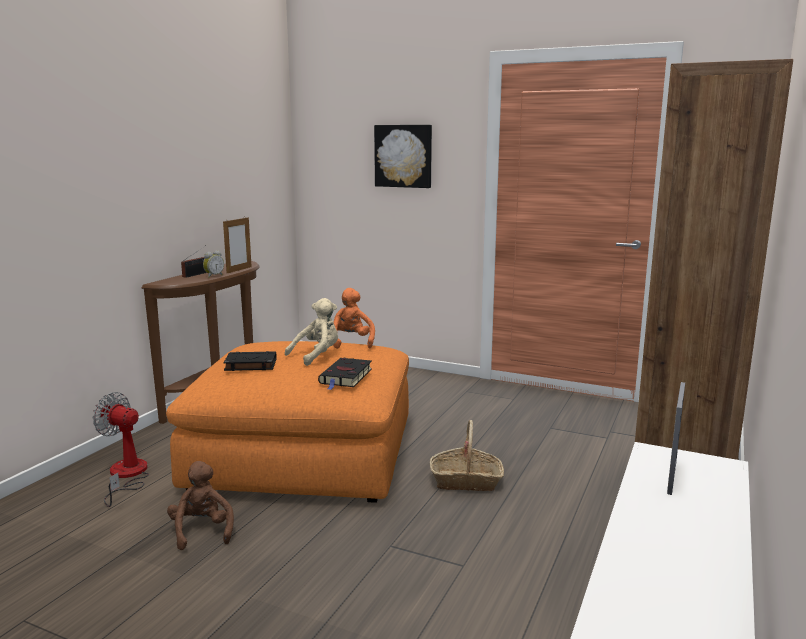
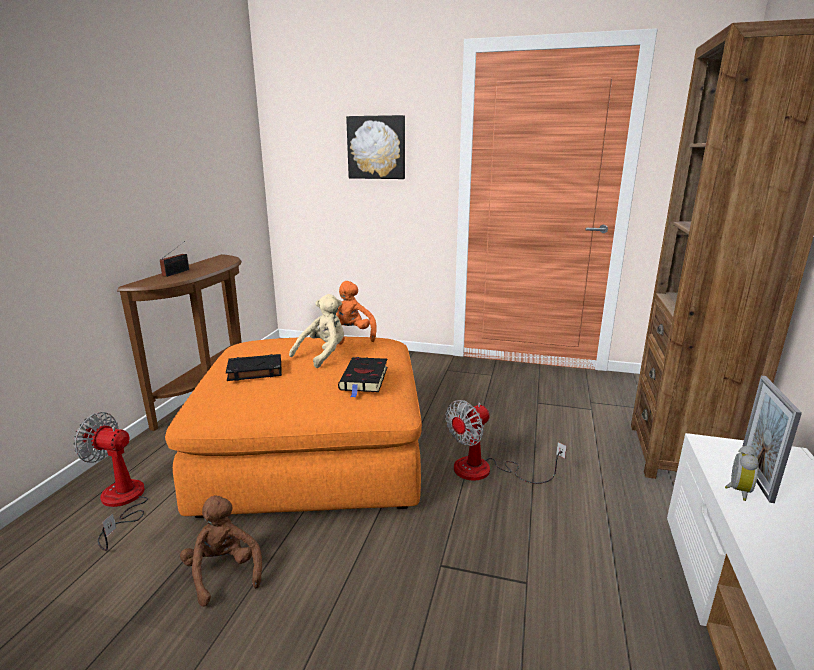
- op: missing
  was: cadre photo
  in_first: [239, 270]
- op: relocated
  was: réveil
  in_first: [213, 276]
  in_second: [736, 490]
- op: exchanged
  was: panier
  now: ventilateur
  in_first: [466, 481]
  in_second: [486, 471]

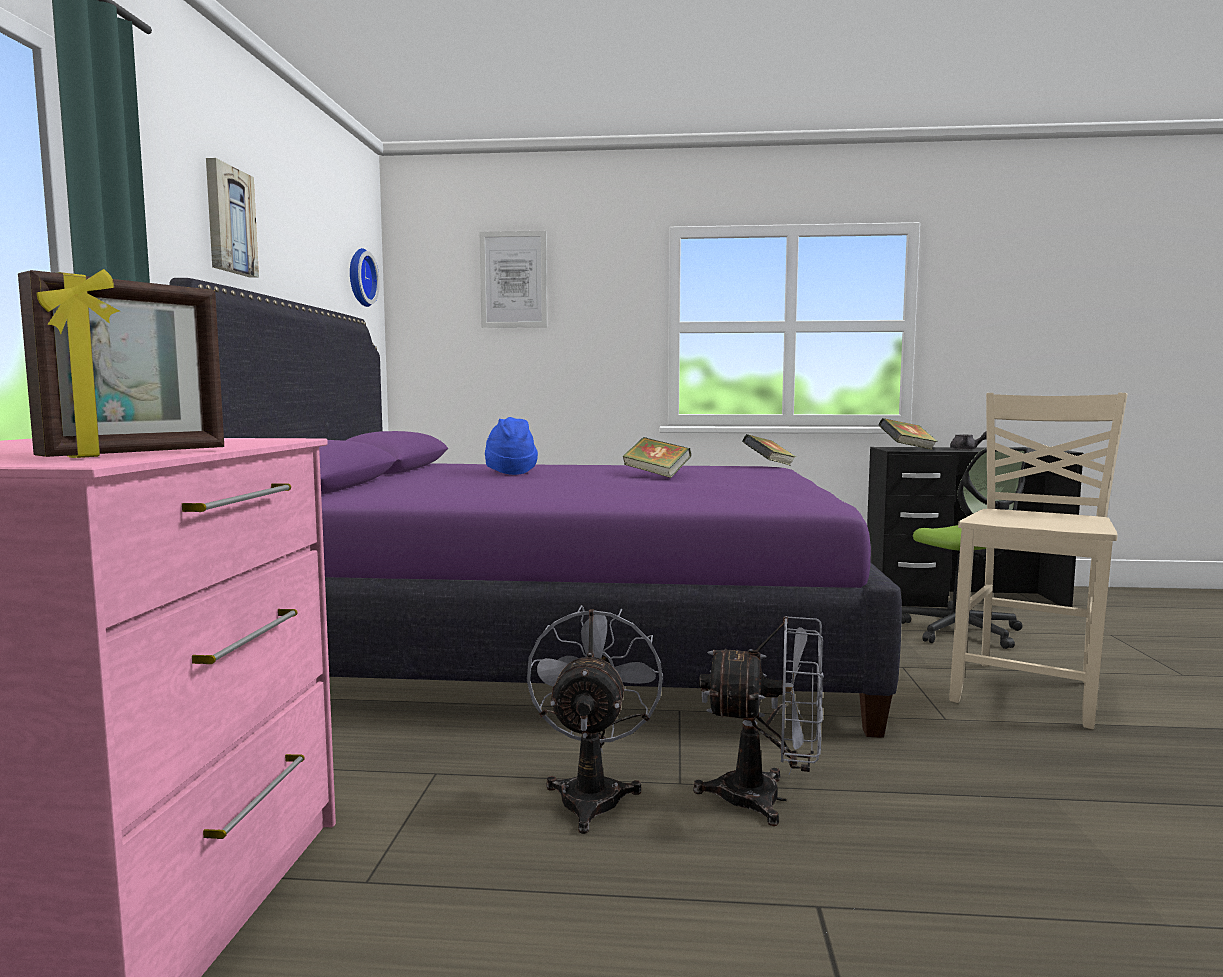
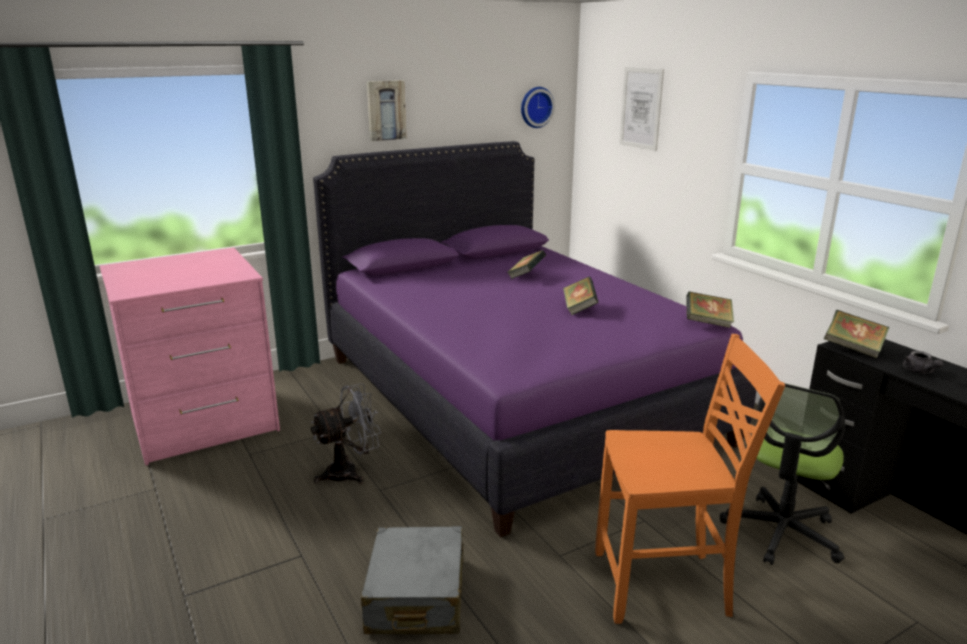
- op: missing
  was: cadre photo
  in_first: [137, 454]
- op: colour
  was: chaise [beige]
  now: chaise [orange]
  in_first: [1029, 691]
  in_second: [664, 586]
- op: exchanged
  was: chapeau [bleu]
  now: livre
  in_first: [510, 472]
  in_second: [526, 276]
- op: missing
  was: ventilateur [gris]
  in_first: [767, 799]
- op: appeared
  now: valise [gris]
  in_second: [416, 596]

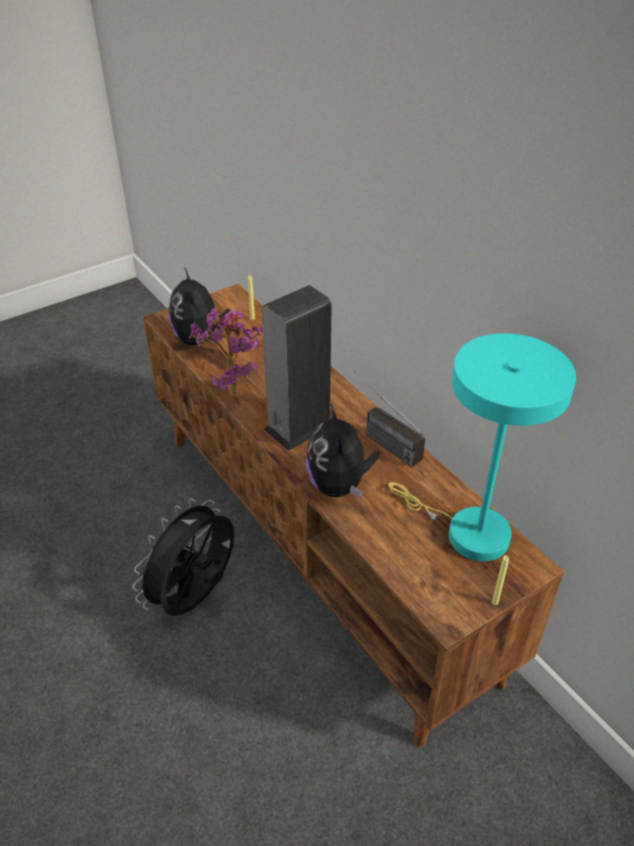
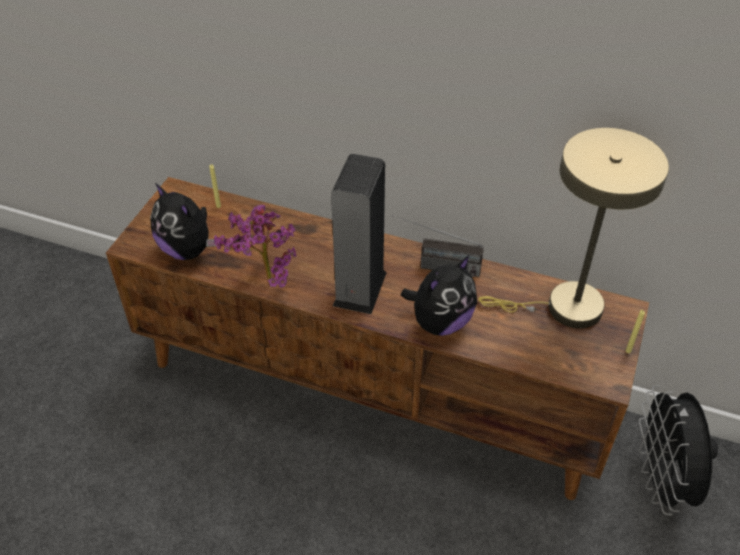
- op: colour
  was: lampe de table [turquoise]
  now: lampe de table [beige]
  in_first: [467, 532]
  in_second: [564, 308]
- op: spun
  was: peluche
  in_first: [339, 485]
  in_second: [440, 322]
  clockwise: -90
- op: relocated
  was: ventilateur [noir]
  in_first: [196, 598]
  in_second: [662, 481]

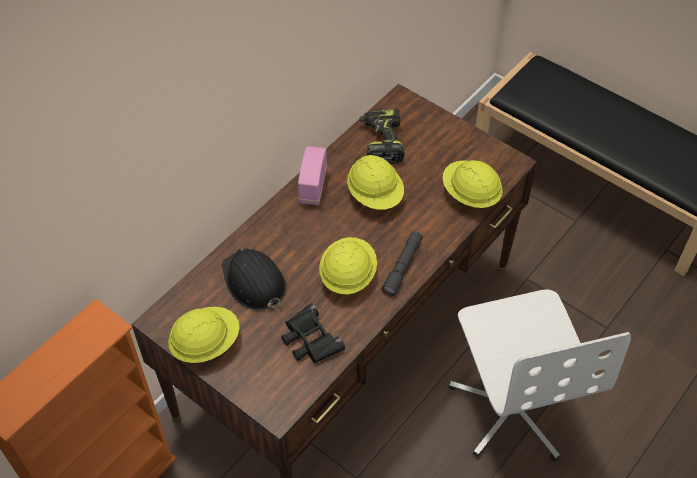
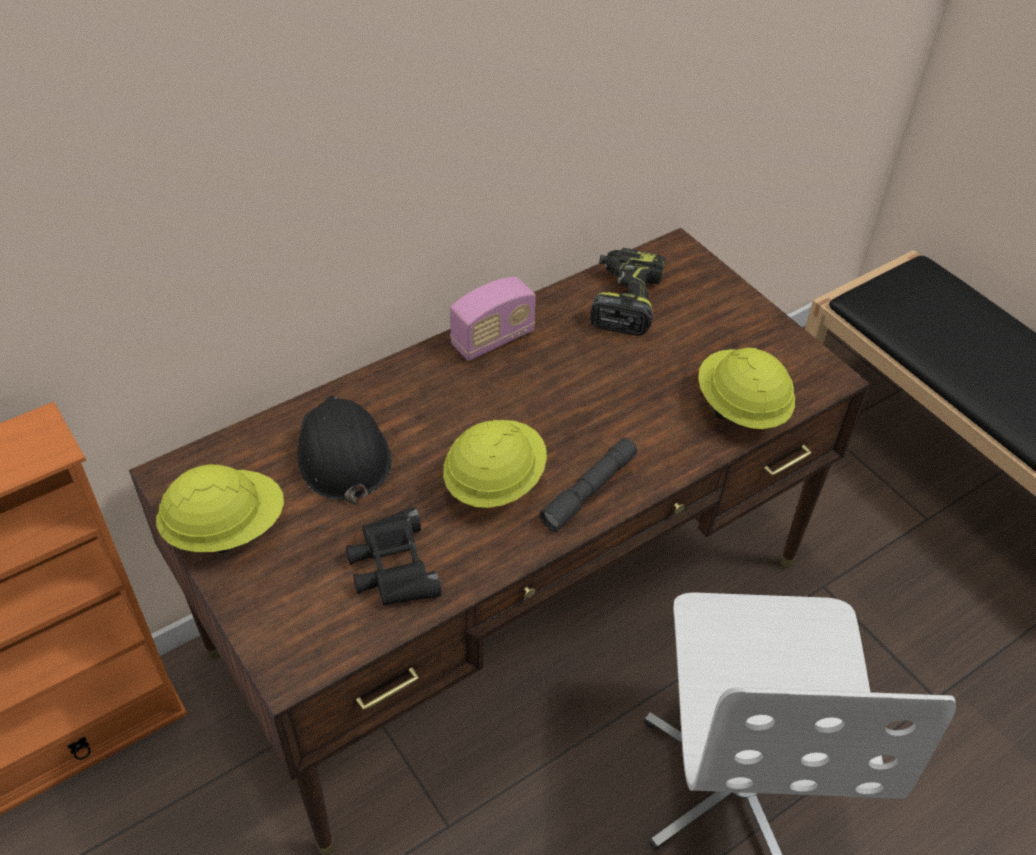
- op: spun
  was: radio
  in_first: [313, 186]
  in_second: [492, 339]
  clockwise: -150
- op: missing
  was: casque de chantier [jaune]
  in_first: [375, 195]

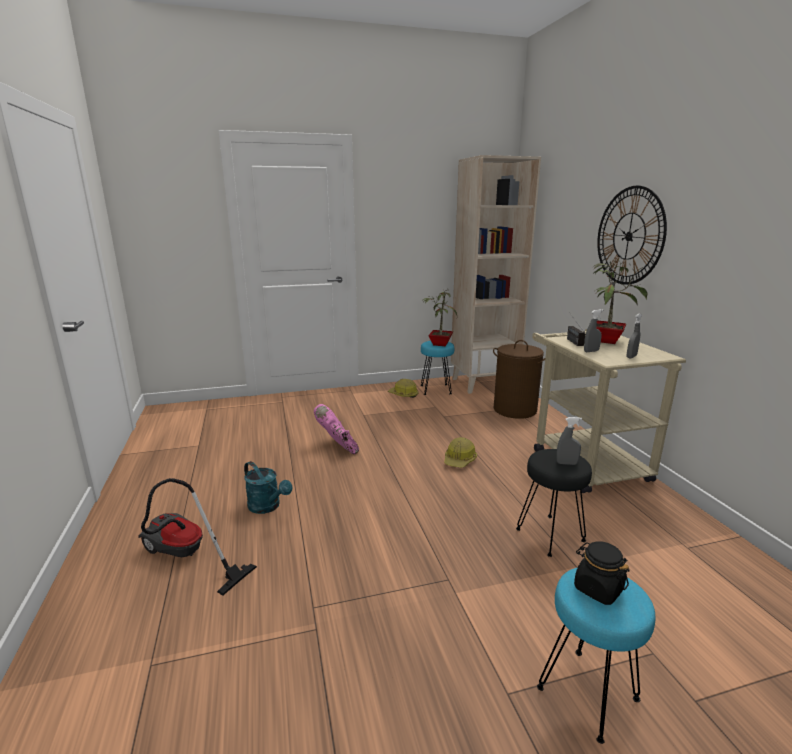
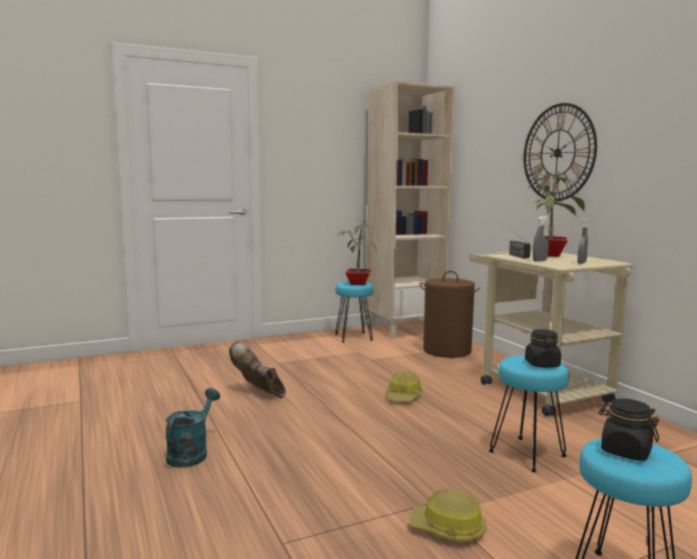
- op: relocated
  was: casque de chantier
  in_first: [403, 394]
  in_second: [448, 529]
- op: colour
  was: botte [rose]
  now: botte [marron]
  in_first: [338, 446]
  in_second: [258, 392]
- op: exchanged
  was: vaporisateur [gris]
  now: bocal [noir]
  in_first: [567, 463]
  in_second: [541, 364]
- op: colour
  was: tabouret [noir]
  now: tabouret [turquoise]
  in_first: [550, 536]
  in_second: [527, 454]
- op: spun
  was: arrosoir [turquoise]
  in_first: [268, 507]
  in_second: [191, 453]
  clockwise: -105
- op: missing
  was: aspirateur
  in_first: [184, 557]

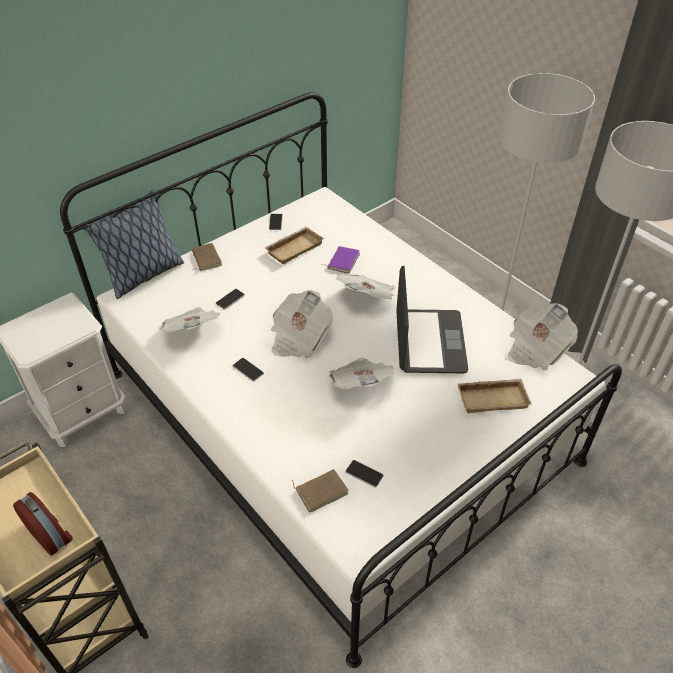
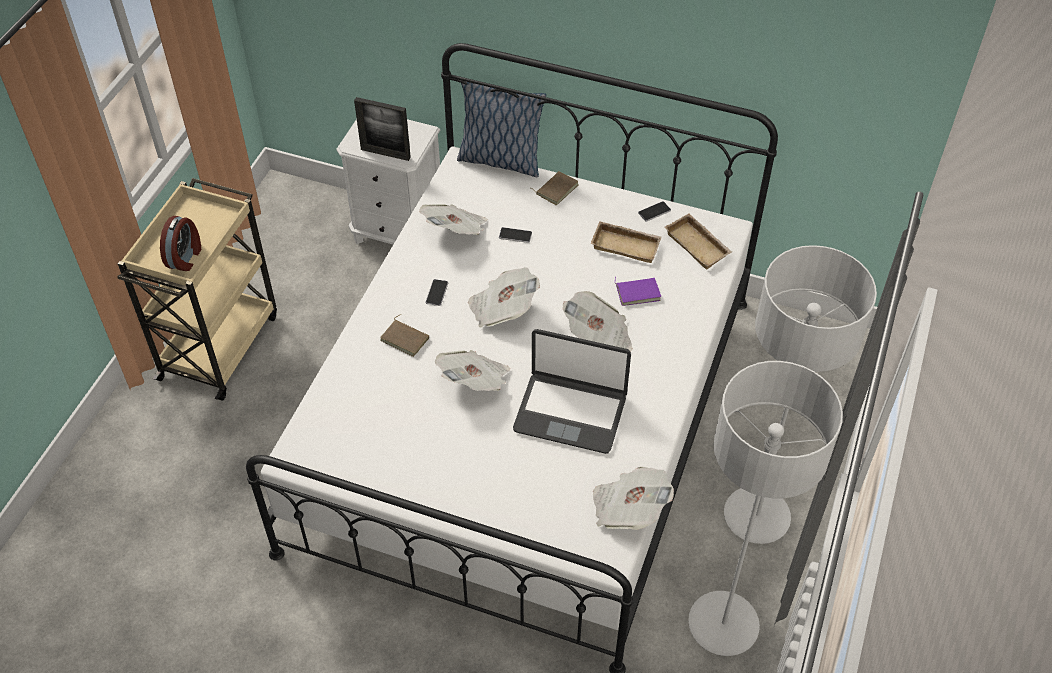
- op: spun
  was: ordinateur portable
  in_first: [429, 342]
  in_second: [570, 412]
  clockwise: 45
- op: relocated
  was: plateau [beige]
  in_first: [493, 398]
  in_second: [699, 245]
- op: missing
  was: téléphone
  in_first: [364, 474]
- op: relocated
  was: livre [marron]
  in_first: [321, 490]
  in_second: [406, 338]
- op: appeared
  now: cadre photo
  in_second: [385, 153]

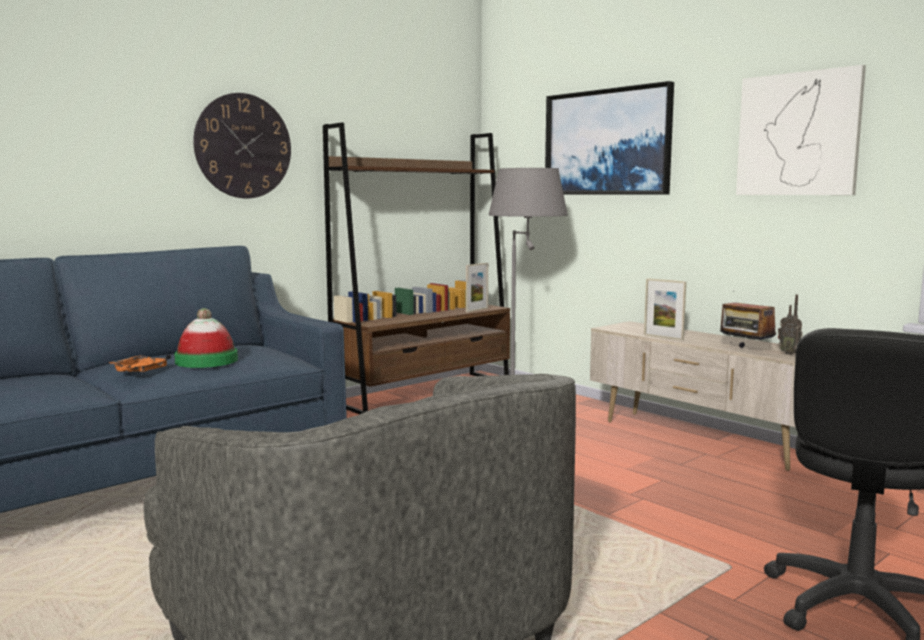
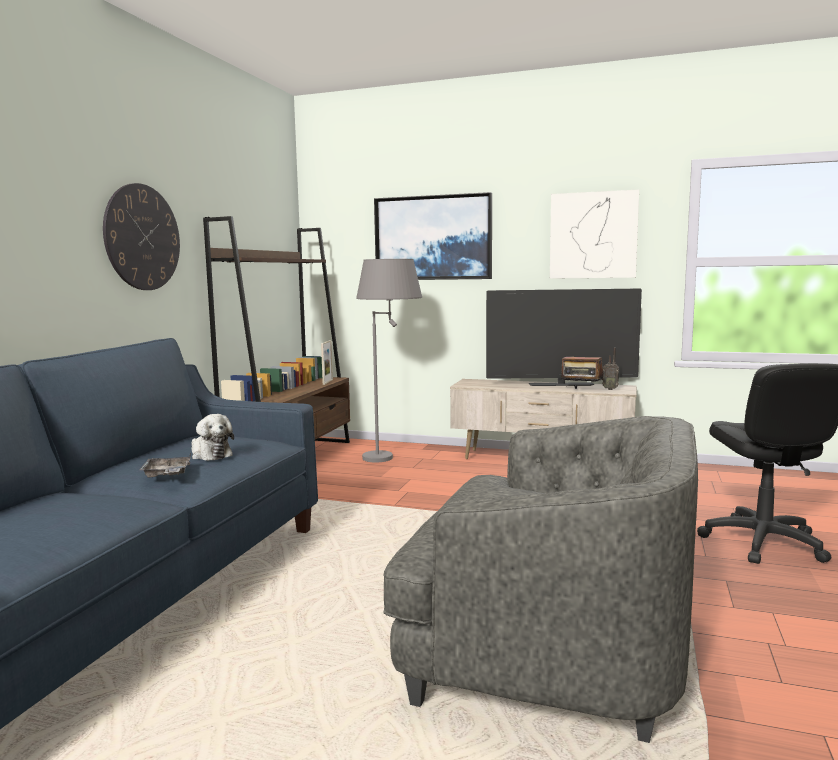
- op: missing
  was: cadre photo
  in_first: [663, 337]
- op: exchanged
  was: chapeau
  now: peluche
  in_first: [206, 361]
  in_second: [210, 454]
- op: colour
  was: plateau [orange]
  now: plateau [gris]
  in_first: [139, 371]
  in_second: [167, 474]
- op: appeared
  now: téléviseur
  in_second: [561, 384]

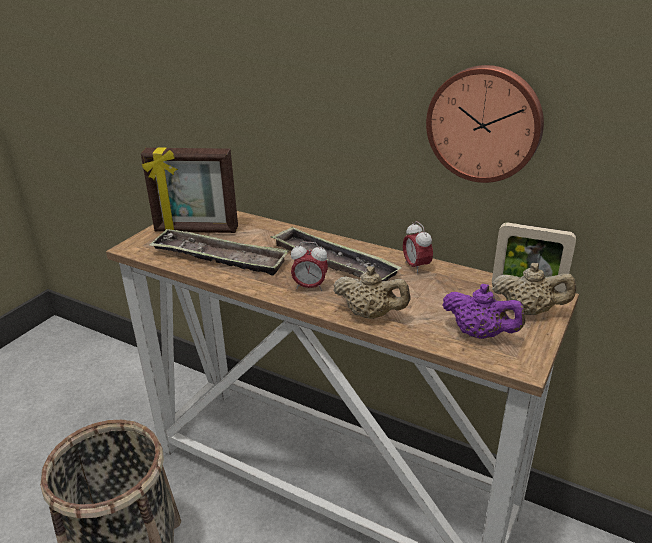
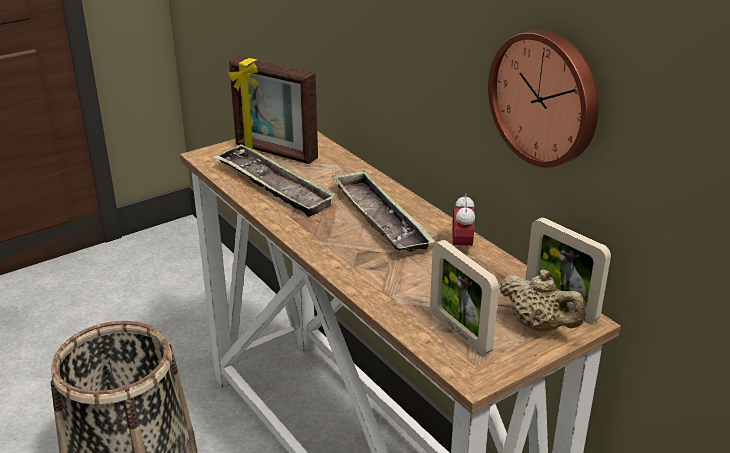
- op: missing
  was: réveil
  in_first: [310, 287]
- op: missing
  was: théière [beige]
  in_first: [370, 314]
- op: exchanged
  was: théière [violet]
  now: cadre photo
  in_first: [479, 334]
  in_second: [460, 333]

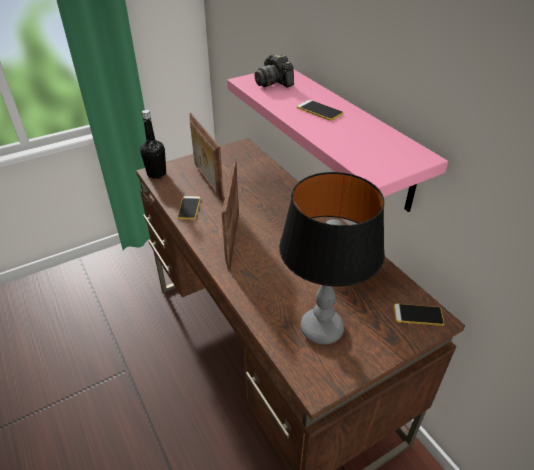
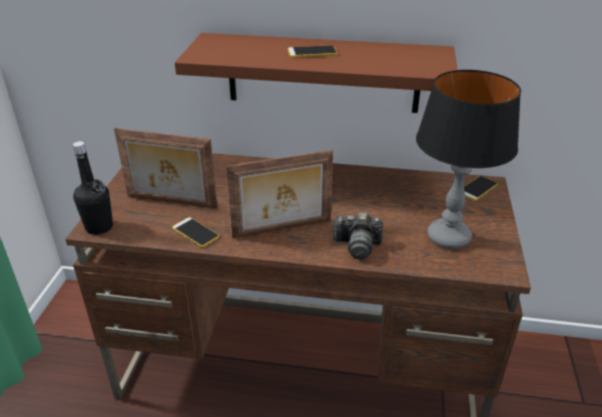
- op: relocated
  was: appareil photo
  in_first: [274, 82]
  in_second: [357, 245]
- op: colour
  was: étagère [rose]
  now: étagère [marron]
  in_first: [350, 136]
  in_second: [323, 73]
- op: spun
  was: cadre photo
  in_first: [232, 240]
  in_second: [282, 229]
  clockwise: -60

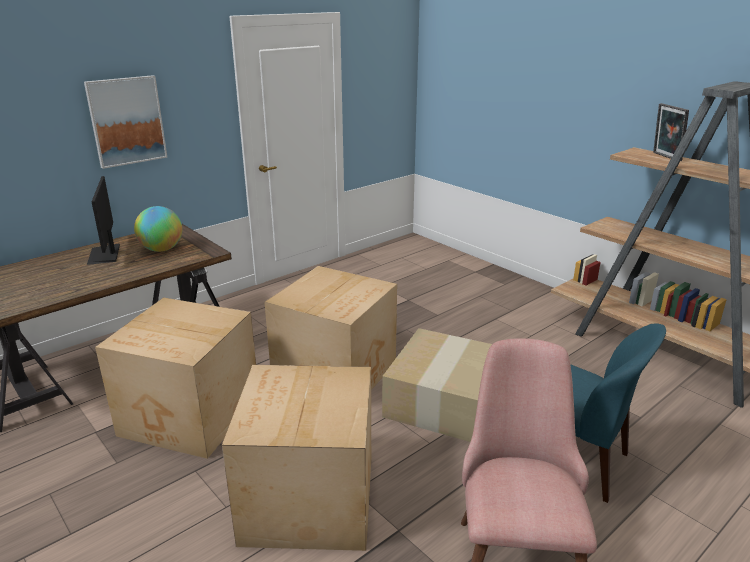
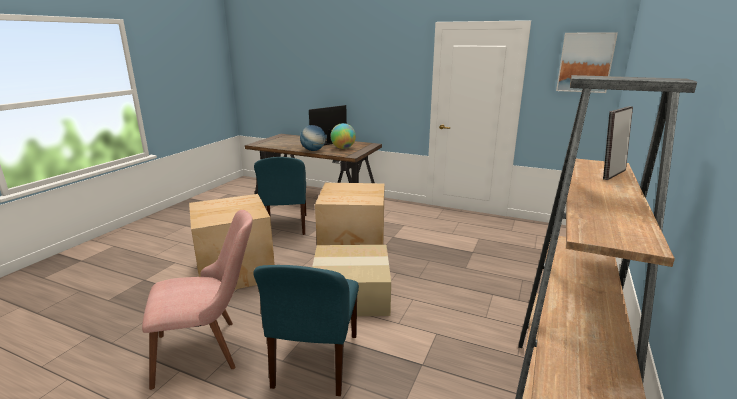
- op: relocated
  was: tableau
  in_first: [126, 121]
  in_second: [585, 62]
- op: exchanged
  was: carton
  now: chaise [bleu]
  in_first: [191, 416]
  in_second: [286, 226]
- op: appeared
  now: globe
  in_second: [313, 150]

